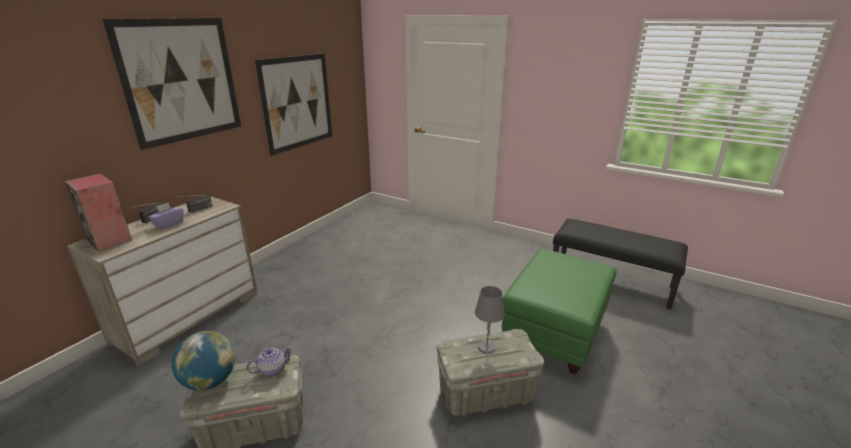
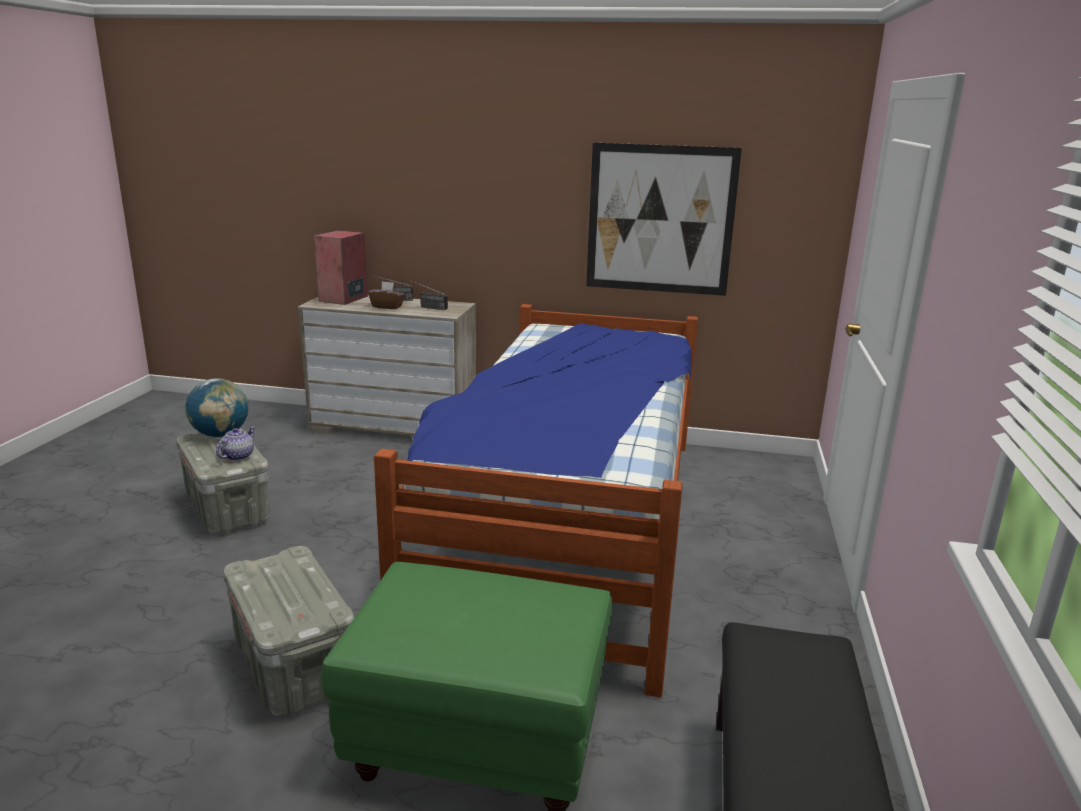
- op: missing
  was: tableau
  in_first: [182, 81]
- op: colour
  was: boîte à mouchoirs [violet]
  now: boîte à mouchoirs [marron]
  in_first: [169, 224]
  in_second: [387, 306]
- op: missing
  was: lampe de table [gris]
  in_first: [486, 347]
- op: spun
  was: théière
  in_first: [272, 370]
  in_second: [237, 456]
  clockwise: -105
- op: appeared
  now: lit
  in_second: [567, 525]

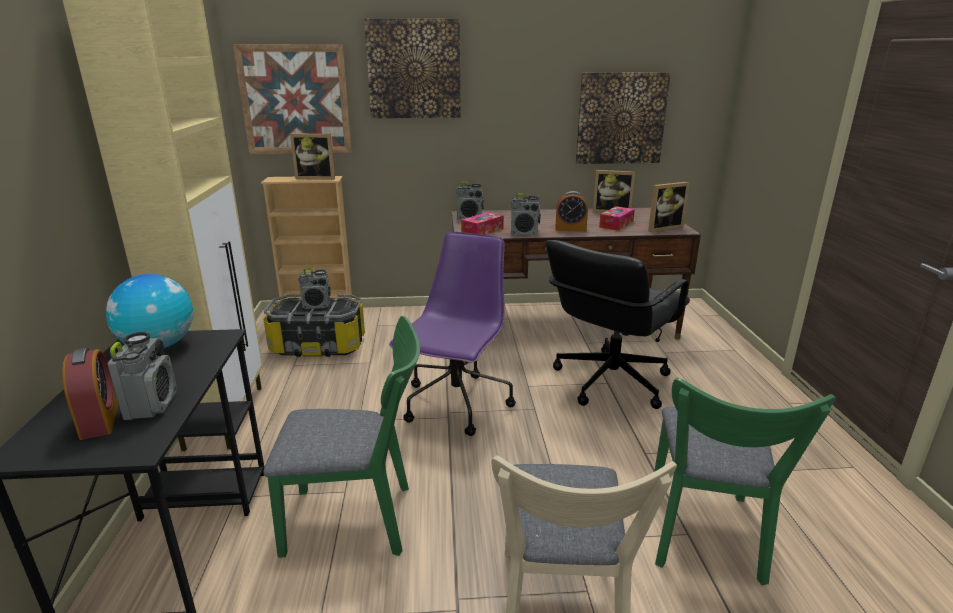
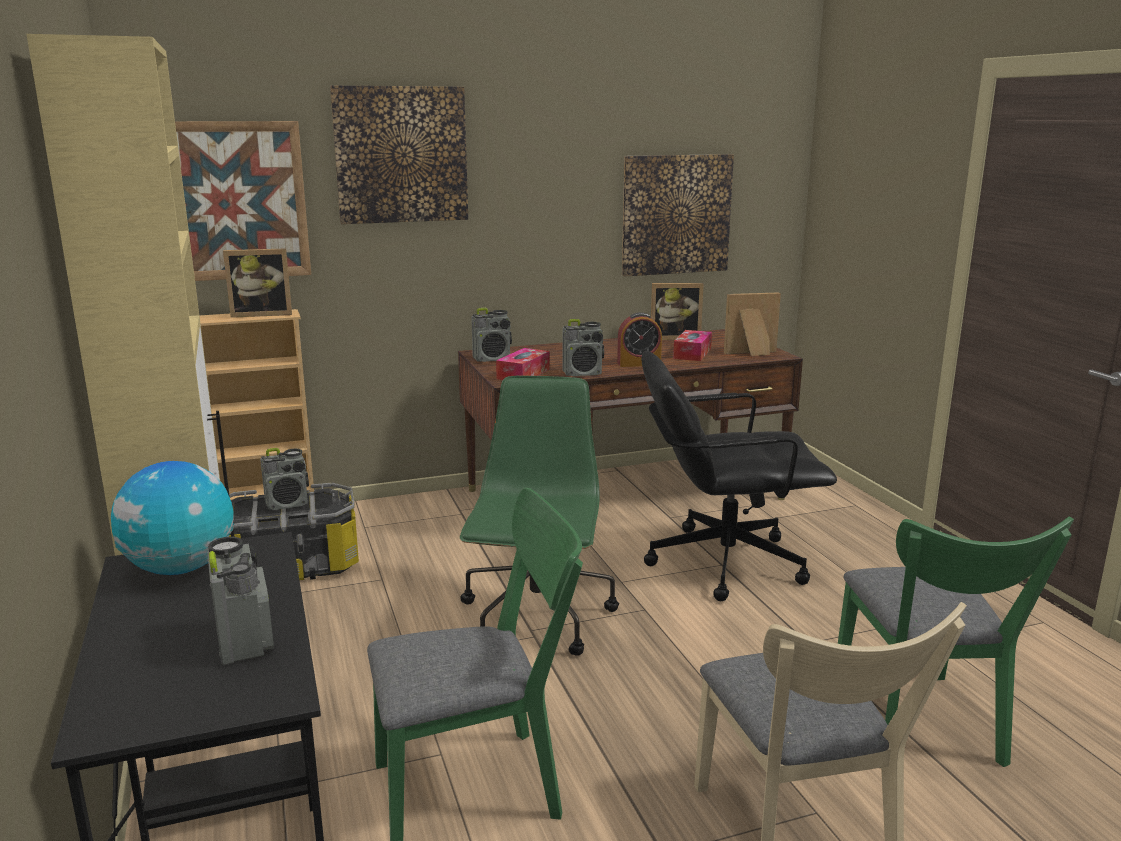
- op: spun
  was: cadre photo
  in_first: [662, 228]
  in_second: [752, 354]
  clockwise: -150
- op: colour
  was: chaise de bureau [violet]
  now: chaise de bureau [vert]
  in_first: [456, 405]
  in_second: [537, 619]
- op: spun
  was: chaise de bureau [noir]
  in_first: [609, 381]
  in_second: [723, 562]
  clockwise: 60
- op: missing
  was: réveil
  in_first: [100, 419]

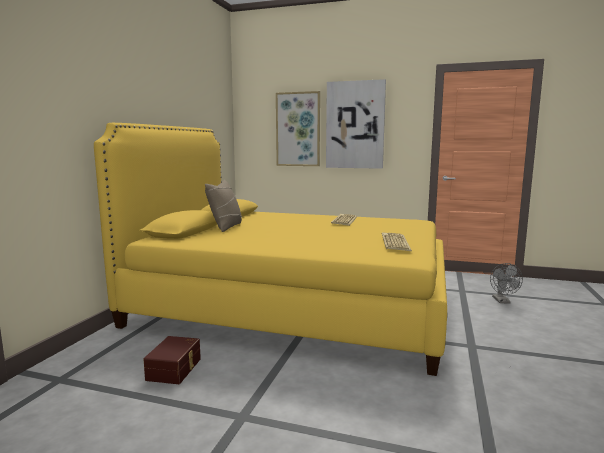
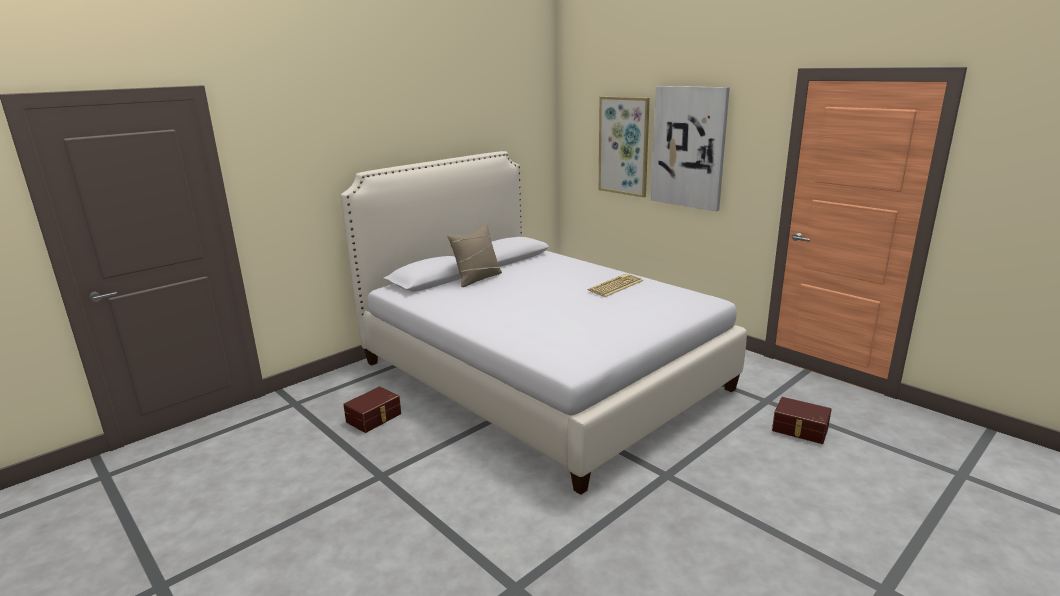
- op: colour
  was: lit [jaune]
  now: lit [blanc]
  in_first: [293, 306]
  in_second: [539, 375]
- op: missing
  was: clavier
  in_first: [394, 242]
- op: exchanged
  was: ventilateur [gris]
  now: boîte de rangement [marron]
  in_first: [502, 301]
  in_second: [800, 429]

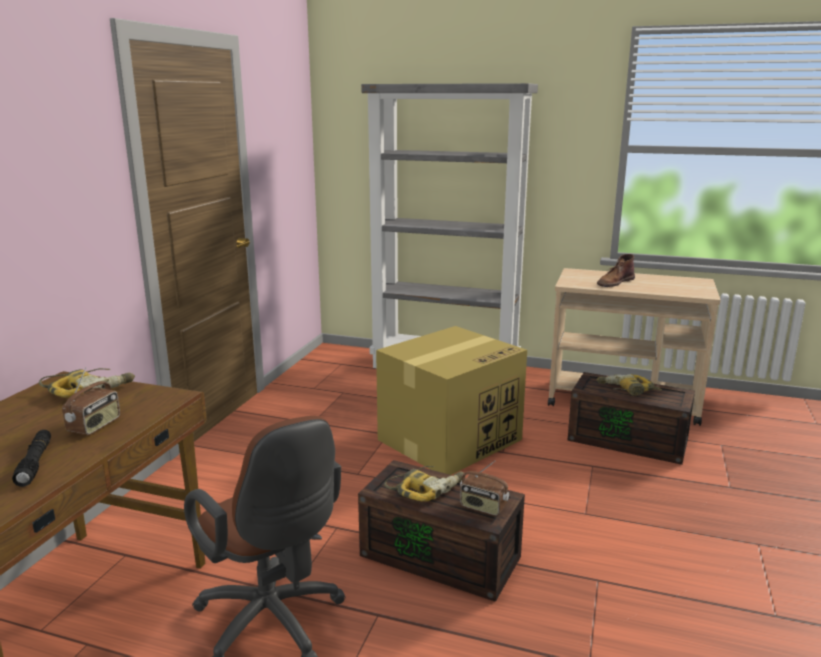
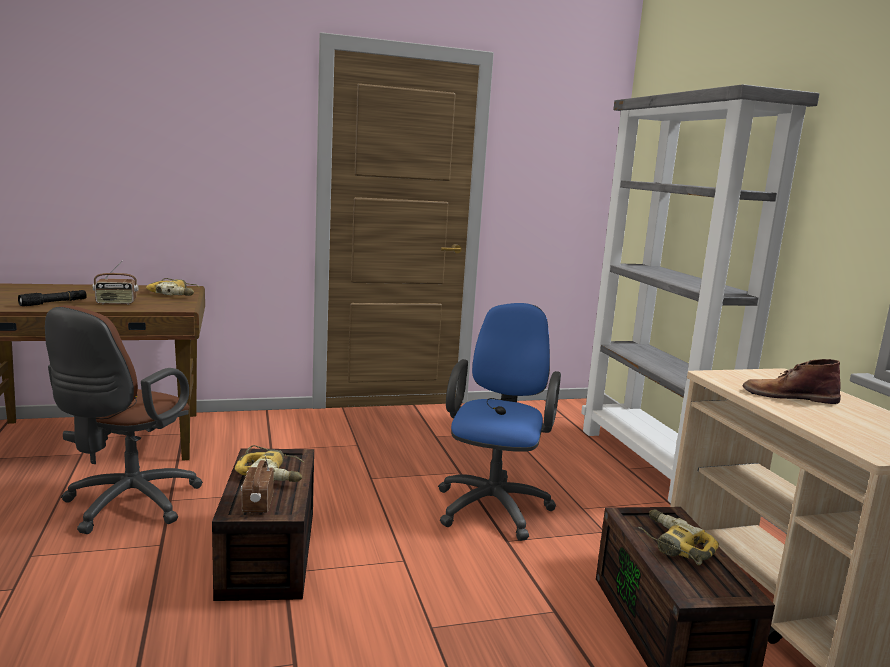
- op: exchanged
  was: carton
  now: chaise de bureau [bleu]
  in_first: [450, 439]
  in_second: [494, 505]

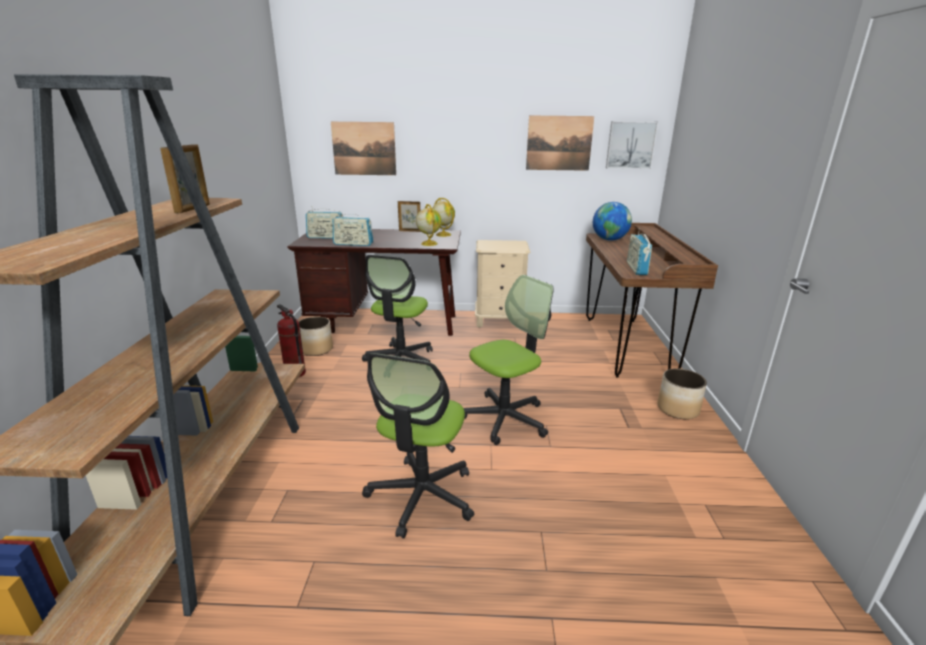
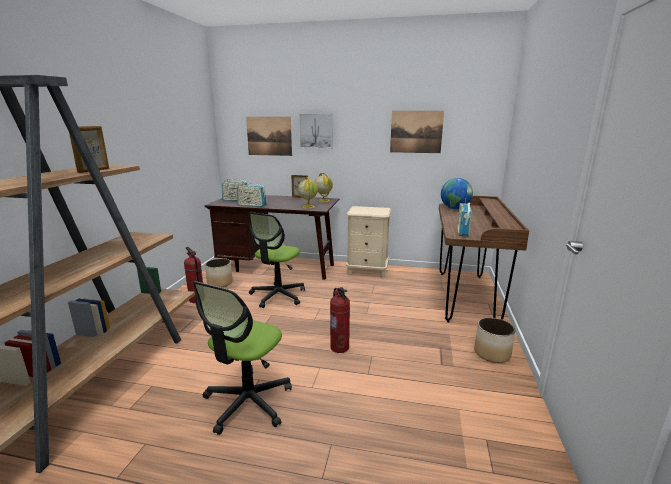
- op: relocated
  was: tableau
  in_first: [630, 145]
  in_second: [316, 131]
- op: exchanged
  was: chaise de bureau
  now: extincteur
  in_first: [505, 418]
  in_second: [340, 347]

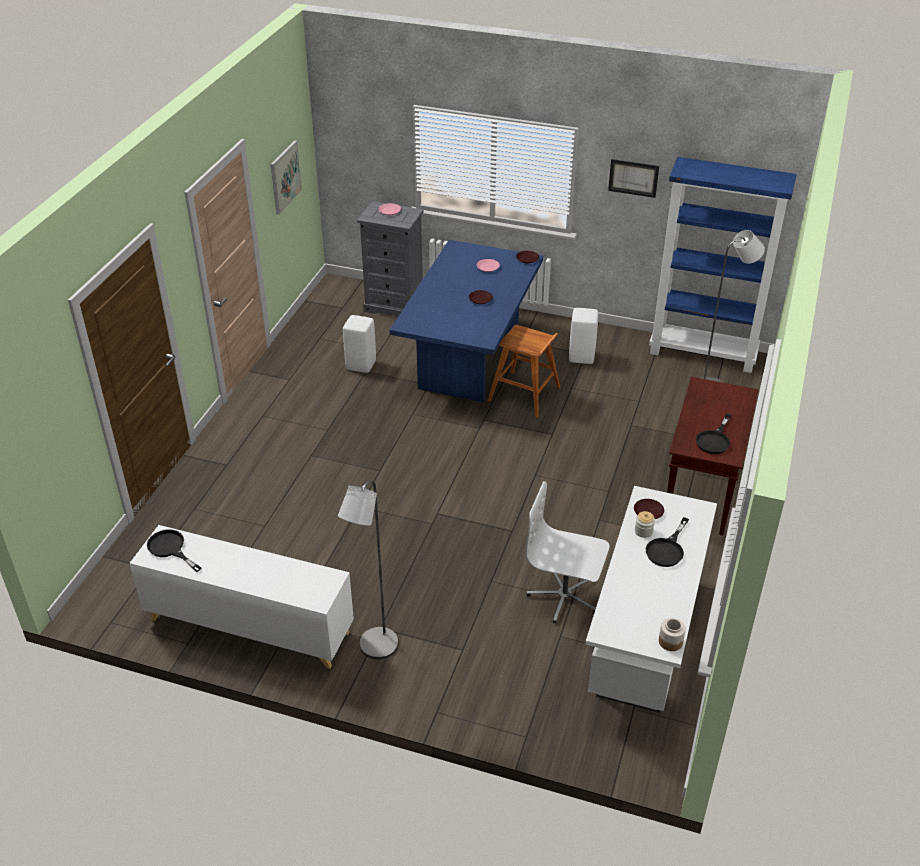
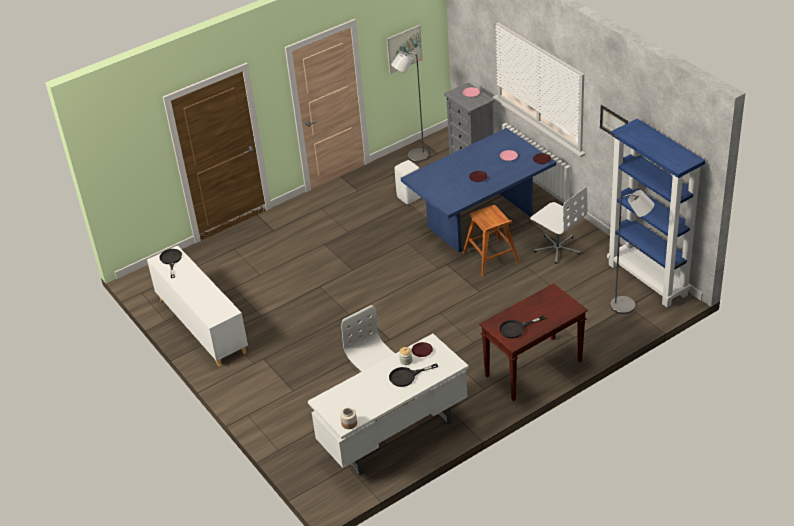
- op: exchanged
  was: tabouret [blanc]
  now: chaise de bureau [blanc]
  in_first: [582, 357]
  in_second: [557, 248]
- op: relocated
  was: lampadaire [gris]
  in_first: [375, 649]
  in_second: [414, 157]

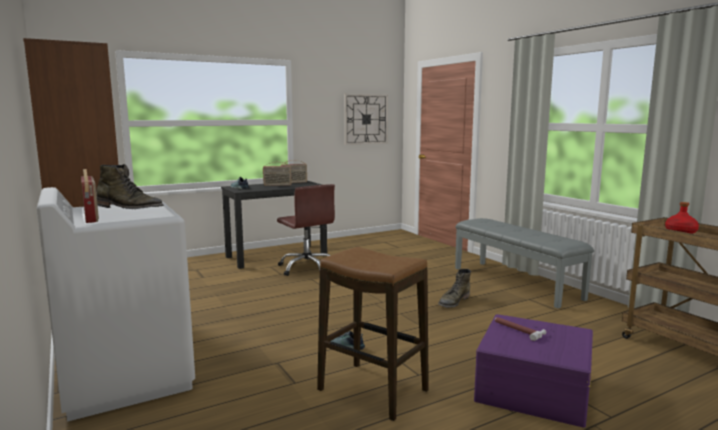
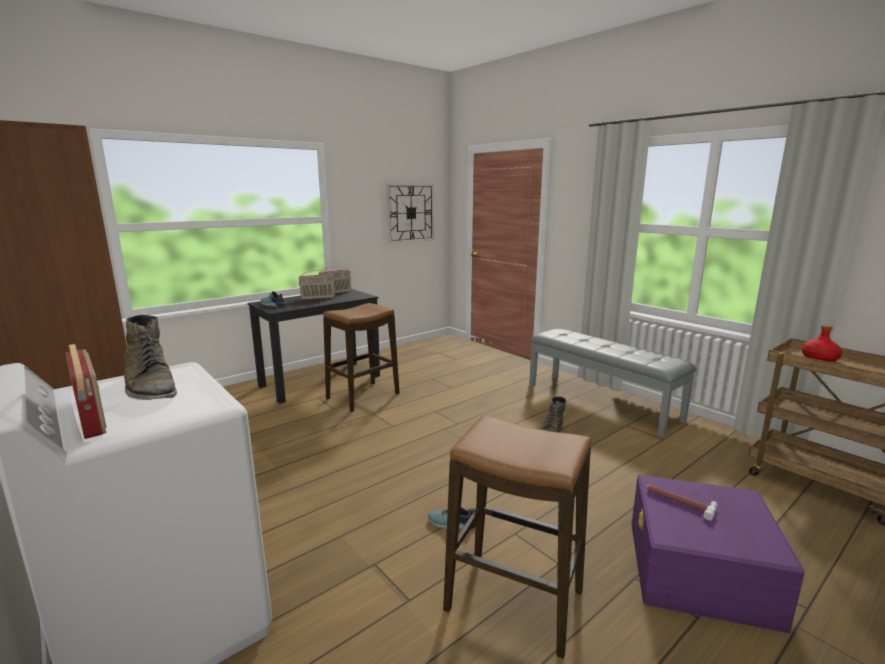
- op: spun
  was: botte [vert]
  in_first: [129, 208]
  in_second: [150, 387]
  clockwise: 45
- op: exchanged
  was: chaise de bureau [marron]
  now: tabouret
  in_first: [307, 268]
  in_second: [363, 397]

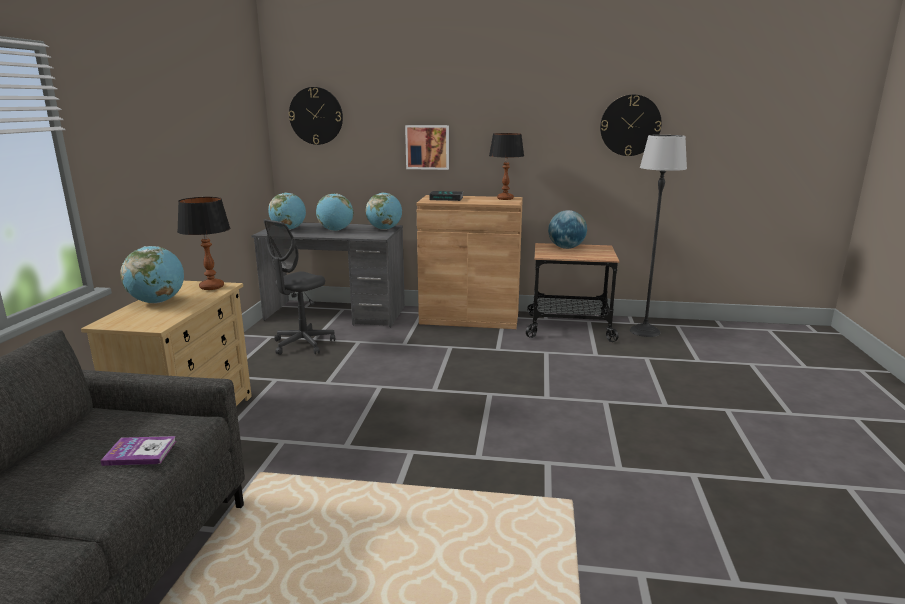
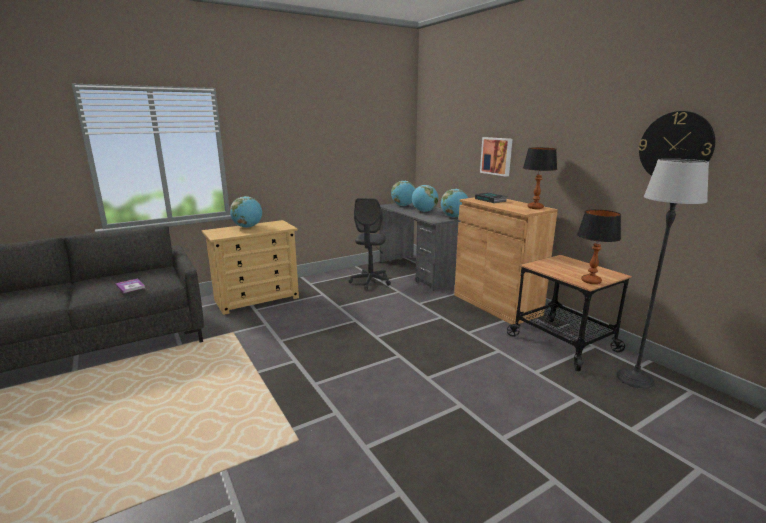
- op: missing
  was: horloge murale
  in_first: [316, 116]
- op: relocated
  was: lampe de table
  in_first: [212, 287]
  in_second: [591, 281]
- op: missing
  was: globe
  in_first: [566, 248]
- op: spun
  was: chaise de bureau [gris]
  in_first: [303, 344]
  in_second: [370, 282]
  clockwise: -75

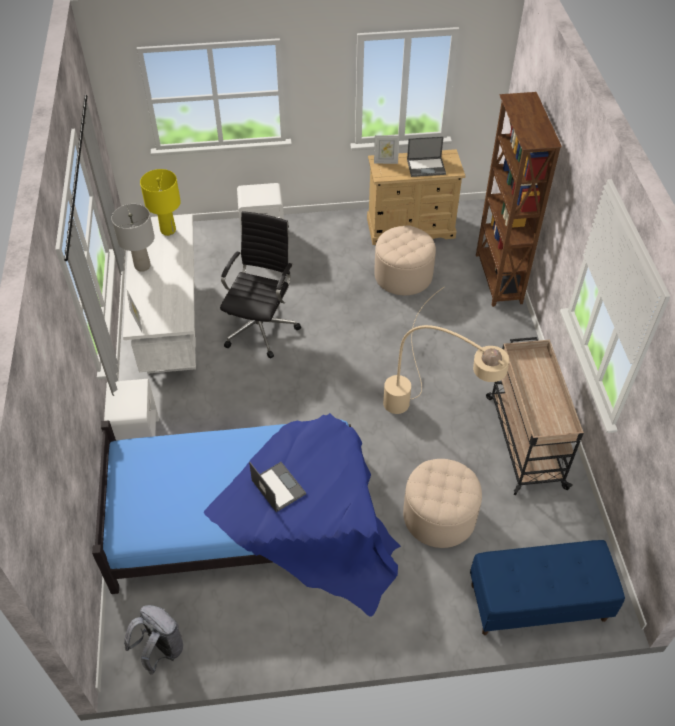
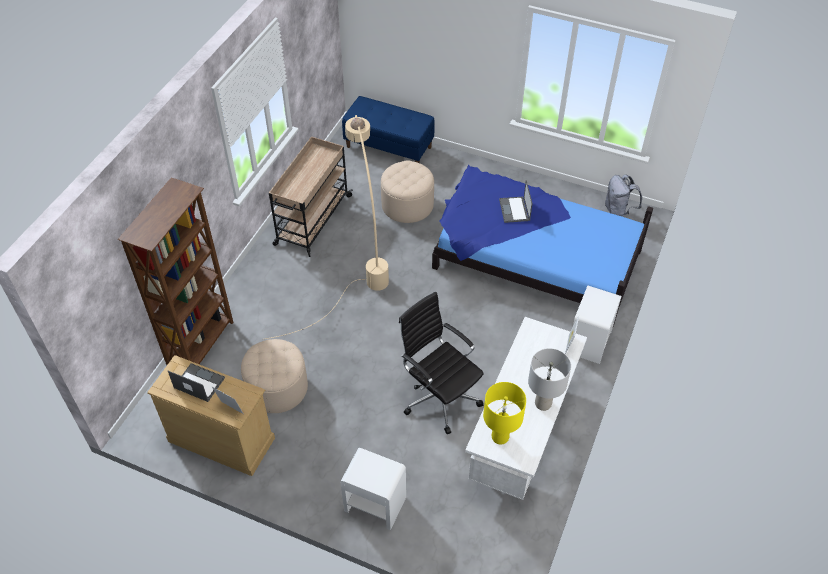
- op: spun
  was: chaise de bureau [noir]
  in_first: [261, 327]
  in_second: [439, 396]
  clockwise: 90

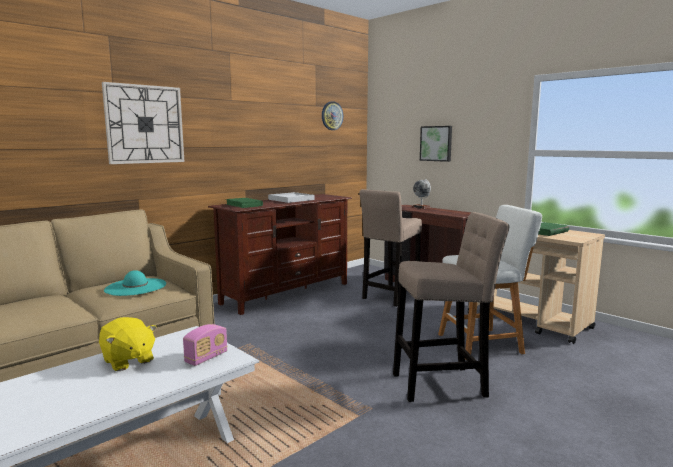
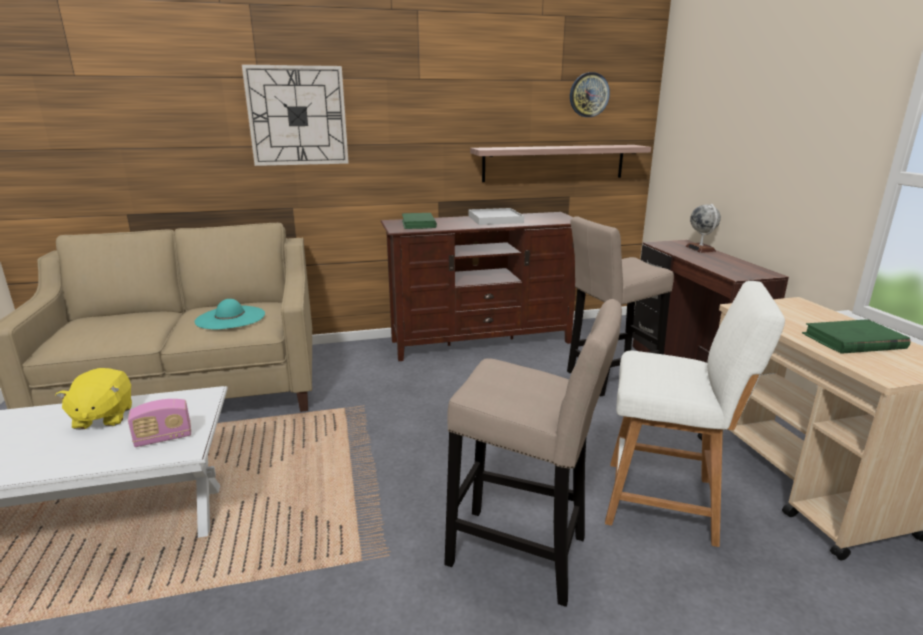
- op: missing
  was: tableau
  in_first: [436, 143]
- op: appeared
  now: étagère
  in_second: [554, 163]

